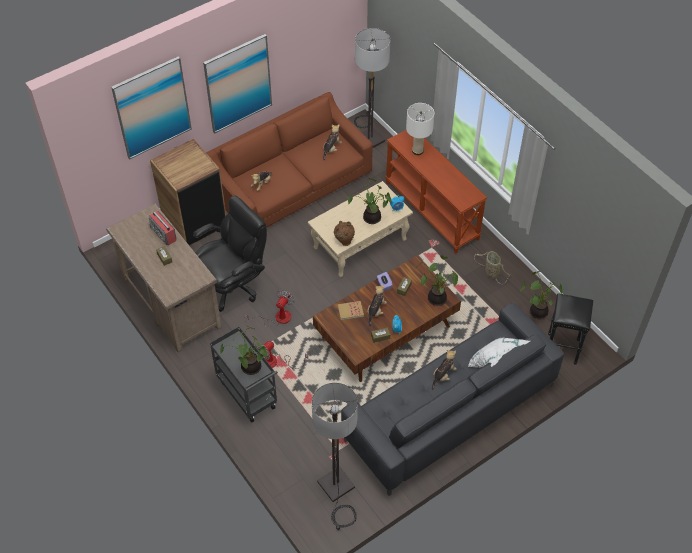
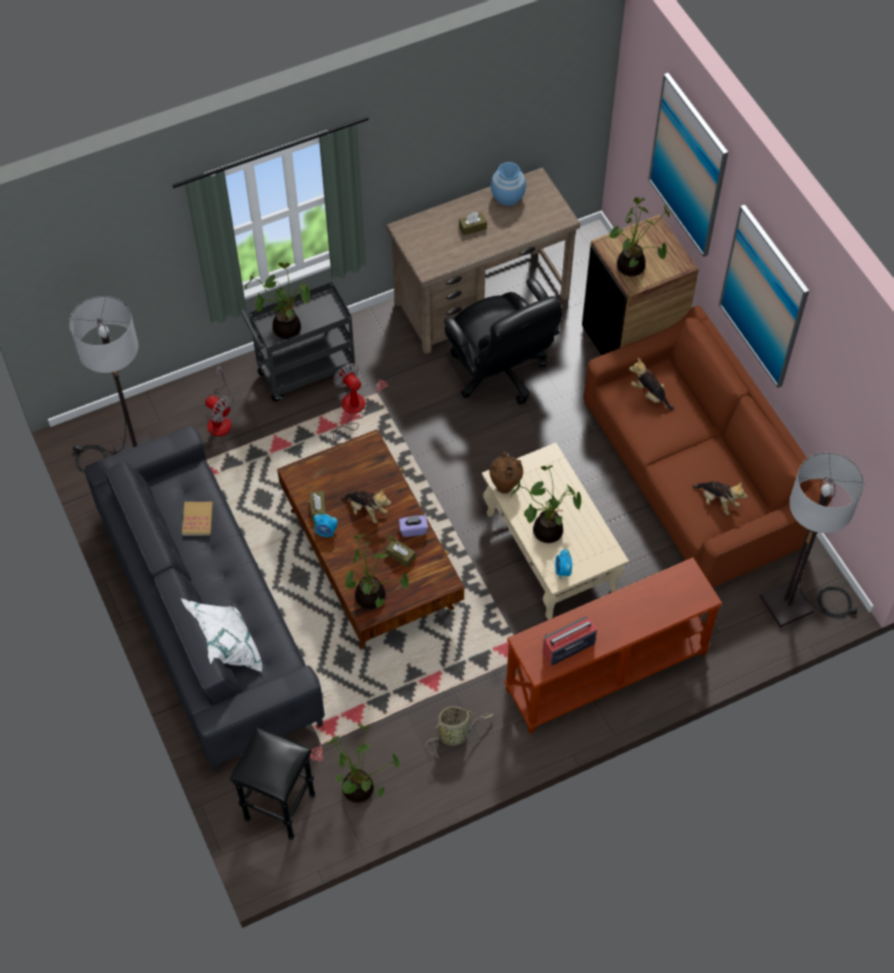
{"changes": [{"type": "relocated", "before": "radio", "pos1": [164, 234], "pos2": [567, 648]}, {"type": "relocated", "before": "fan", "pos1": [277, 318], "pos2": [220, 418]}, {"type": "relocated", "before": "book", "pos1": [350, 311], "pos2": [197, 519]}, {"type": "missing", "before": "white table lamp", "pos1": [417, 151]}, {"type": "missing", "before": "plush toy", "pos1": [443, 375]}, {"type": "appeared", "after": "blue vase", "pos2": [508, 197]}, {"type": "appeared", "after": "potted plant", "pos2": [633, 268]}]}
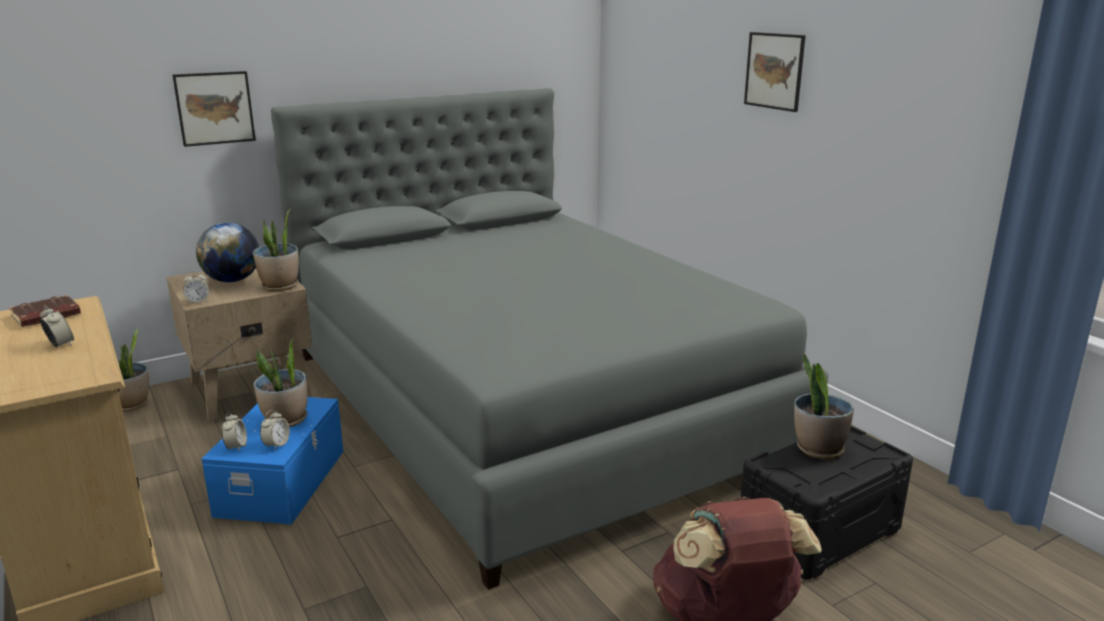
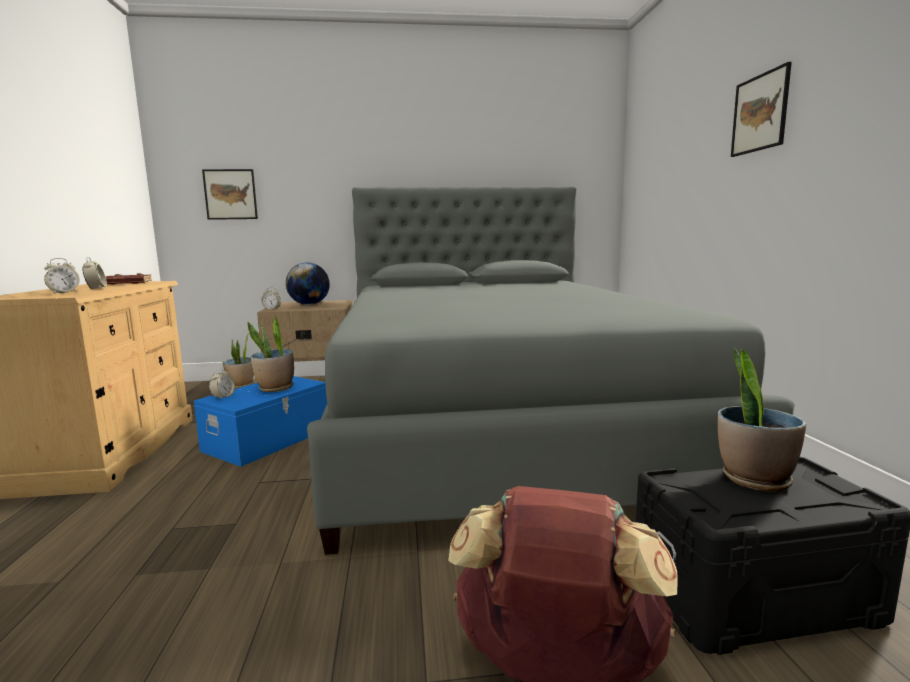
{"changes": [{"type": "relocated", "before": "picture", "pos1": [215, 108], "pos2": [230, 194]}, {"type": "missing", "before": "potted plant", "pos1": [280, 286]}, {"type": "relocated", "before": "alarm clock", "pos1": [276, 444], "pos2": [64, 293]}]}
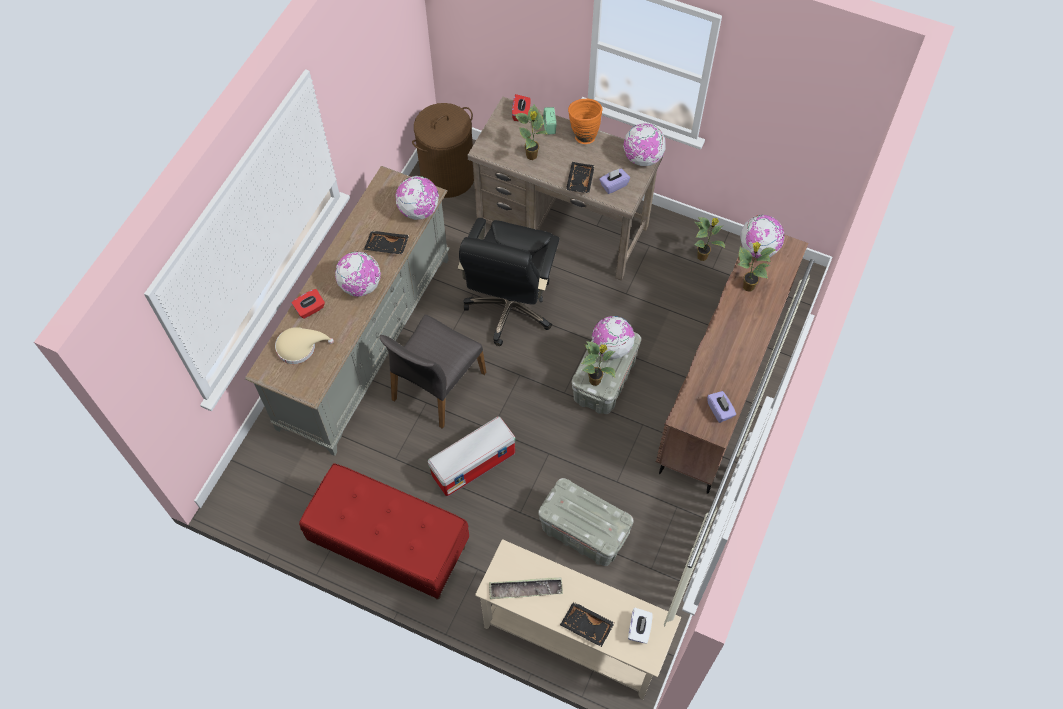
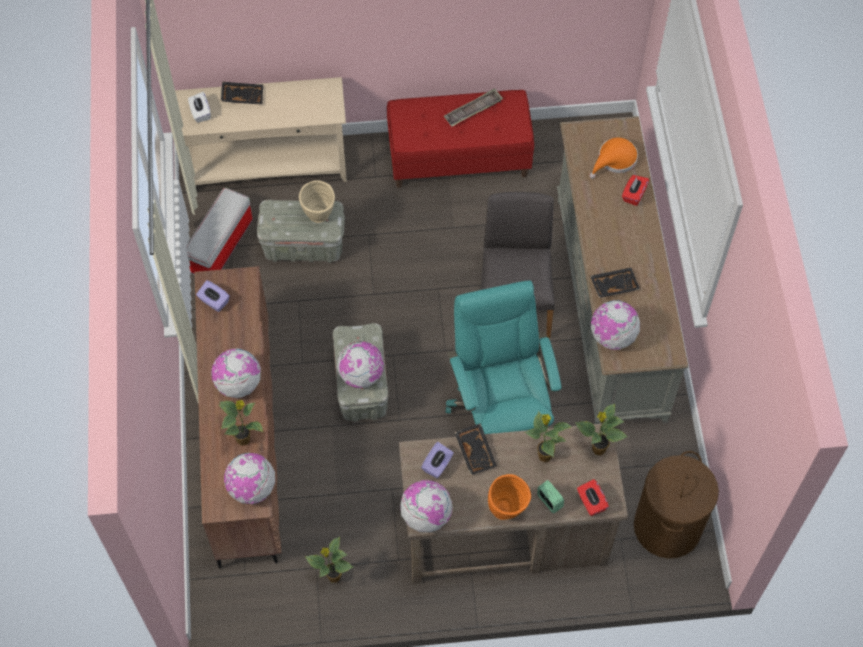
{"changes": [{"type": "colour", "before": "beige hat", "after": "orange hat", "pos1": [300, 347], "pos2": [615, 160]}, {"type": "relocated", "before": "globe", "pos1": [361, 286], "pos2": [238, 384]}, {"type": "relocated", "before": "storage box", "pos1": [474, 463], "pos2": [221, 246]}, {"type": "colour", "before": "black office chair", "after": "turquoise office chair", "pos1": [511, 305], "pos2": [500, 415]}, {"type": "relocated", "before": "tray", "pos1": [525, 589], "pos2": [473, 110]}, {"type": "relocated", "before": "potted plant", "pos1": [596, 380], "pos2": [597, 449]}, {"type": "appeared", "after": "beige vase", "pos2": [319, 218]}]}
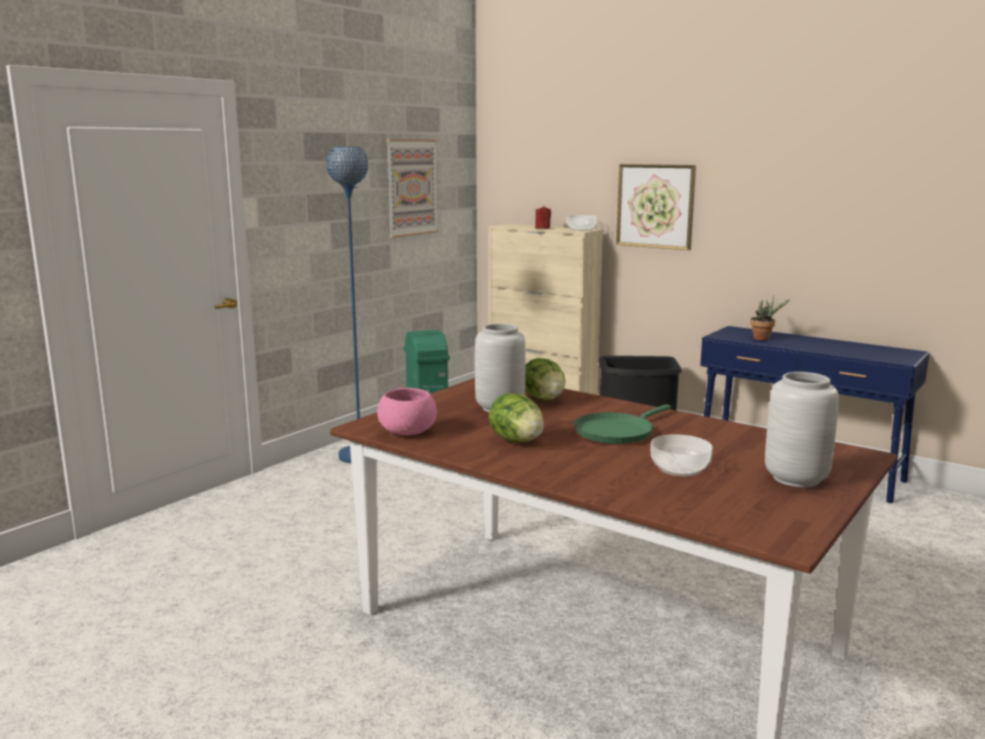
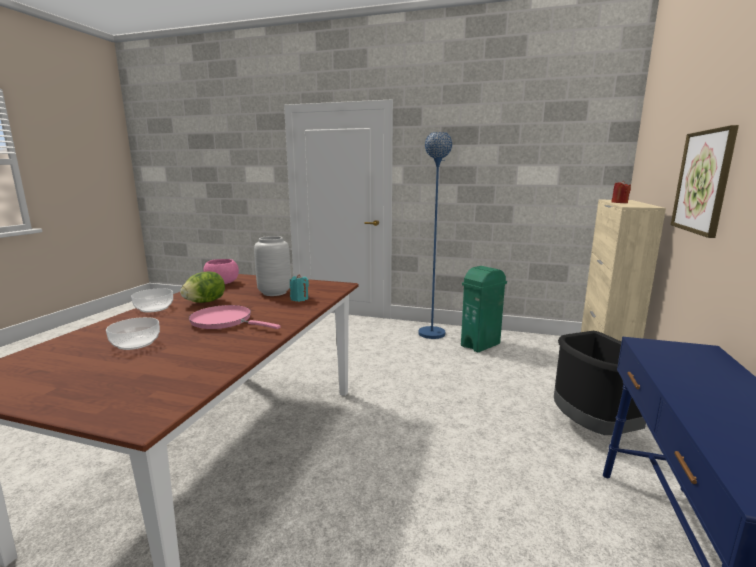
{"changes": [{"type": "missing", "before": "picture", "pos1": [411, 187]}, {"type": "exchanged", "before": "lettuce", "after": "turquoise candle", "pos1": [543, 399], "pos2": [299, 299]}, {"type": "relocated", "before": "bowl", "pos1": [581, 229], "pos2": [155, 308]}, {"type": "colour", "before": "green frying pan", "after": "pink frying pan", "pos1": [617, 431], "pos2": [225, 321]}, {"type": "missing", "before": "potted plant", "pos1": [763, 339]}, {"type": "missing", "before": "grey vase", "pos1": [796, 478]}]}
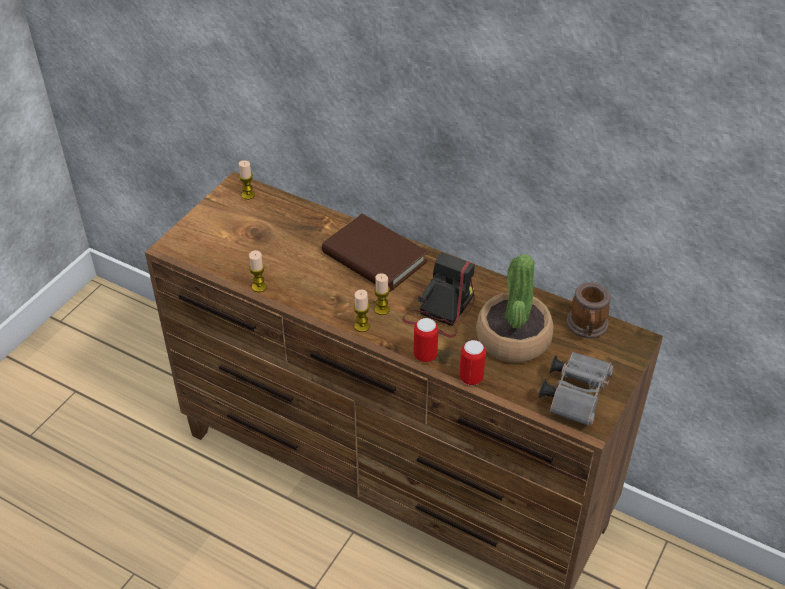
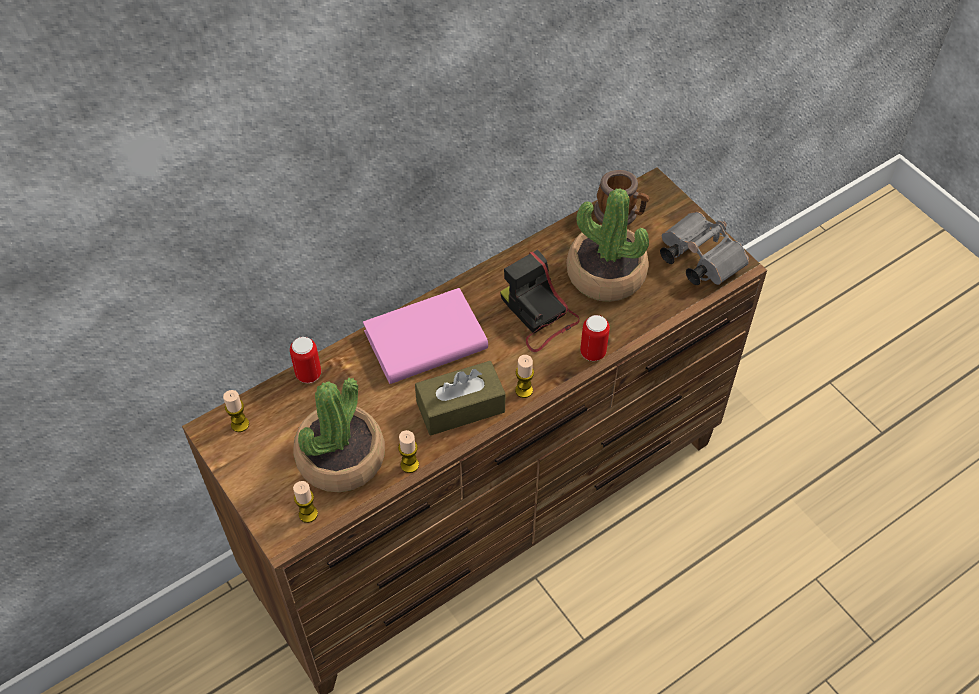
{"changes": [{"type": "colour", "before": "brown book", "after": "pink book", "pos1": [374, 257], "pos2": [425, 341]}, {"type": "relocated", "before": "candle", "pos1": [382, 309], "pos2": [308, 514]}, {"type": "relocated", "before": "can", "pos1": [471, 378], "pos2": [308, 374]}, {"type": "appeared", "after": "potted plant", "pos2": [341, 457]}, {"type": "appeared", "after": "brown tissue box", "pos2": [460, 407]}]}
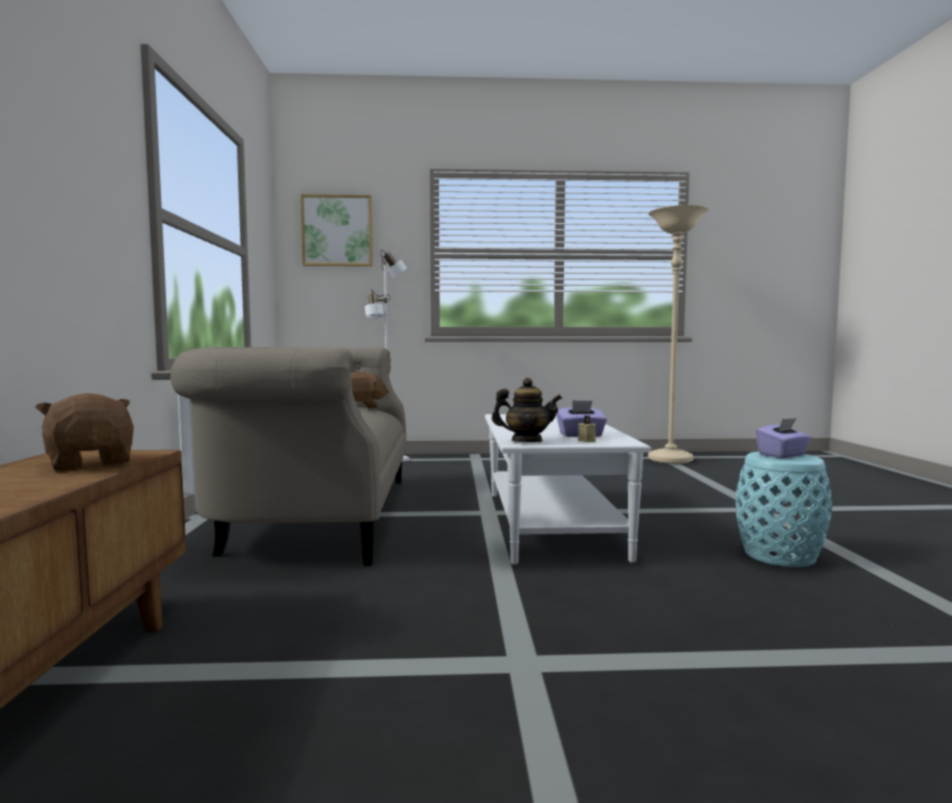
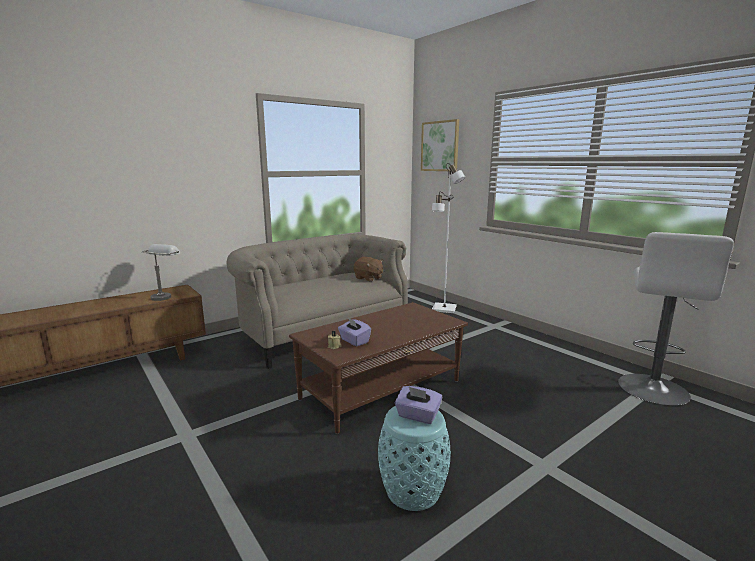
{"changes": [{"type": "exchanged", "before": "brown plush toy", "after": "grey table lamp", "pos1": [91, 463], "pos2": [165, 296]}, {"type": "colour", "before": "white coffee table", "after": "brown coffee table", "pos1": [550, 523], "pos2": [382, 389]}, {"type": "missing", "before": "teapot", "pos1": [526, 441]}, {"type": "exchanged", "before": "beige floor lamp", "after": "white stool", "pos1": [670, 460], "pos2": [652, 389]}]}
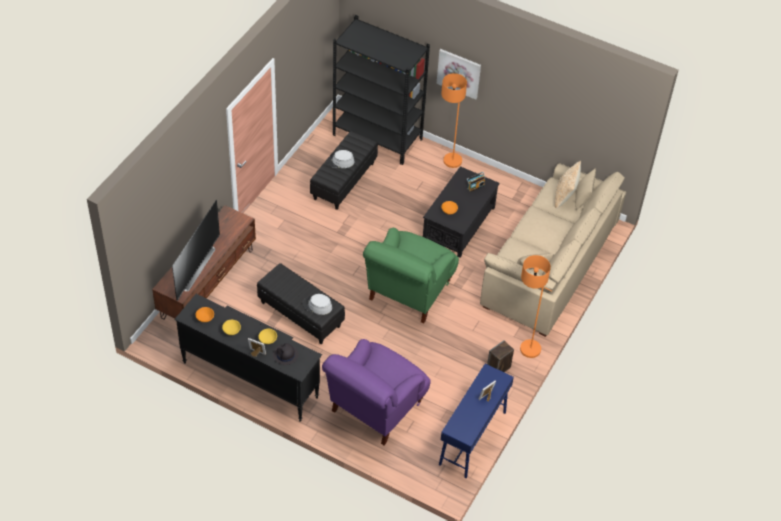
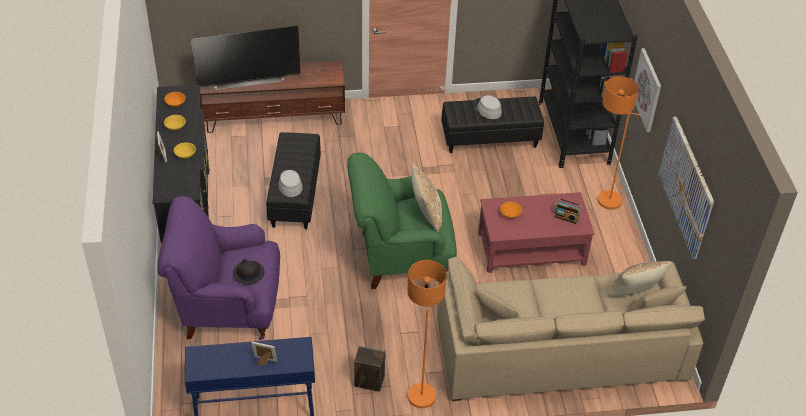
{"changes": [{"type": "relocated", "before": "black hat", "pos1": [285, 355], "pos2": [248, 273]}, {"type": "colour", "before": "black coffee table", "after": "red coffee table", "pos1": [458, 224], "pos2": [531, 248]}, {"type": "appeared", "after": "beige pillow", "pos2": [425, 214]}, {"type": "appeared", "after": "picture", "pos2": [686, 186]}]}
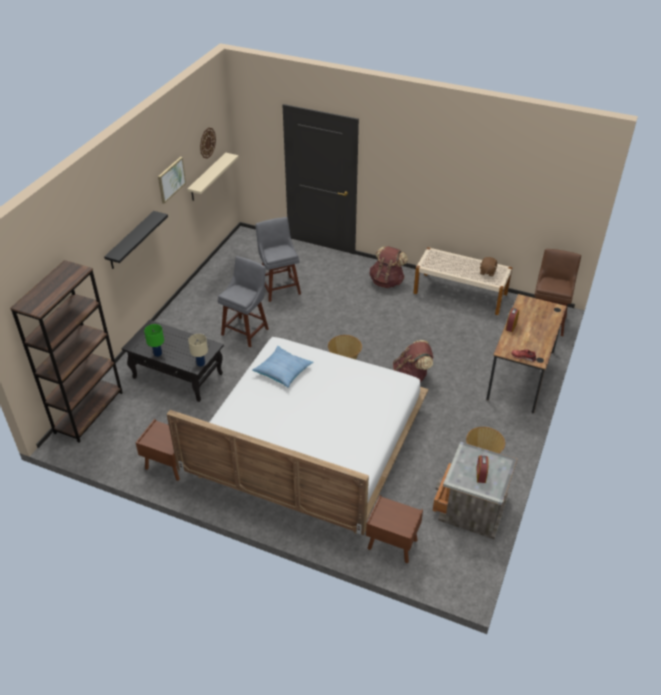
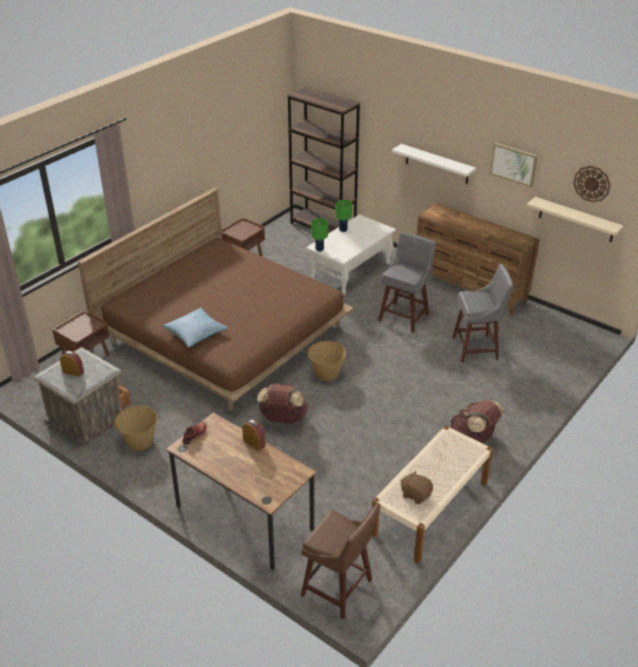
{"changes": [{"type": "colour", "before": "black shelf", "after": "white shelf", "pos1": [131, 241], "pos2": [437, 164]}, {"type": "colour", "before": "black coffee table", "after": "white coffee table", "pos1": [178, 376], "pos2": [350, 271]}, {"type": "colour", "before": "white bed", "after": "brown bed", "pos1": [310, 443], "pos2": [226, 333]}, {"type": "colour", "before": "beige table lamp", "after": "green table lamp", "pos1": [201, 363], "pos2": [320, 250]}, {"type": "spun", "before": "grey chair", "pos1": [246, 330], "pos2": [405, 316], "turn": -105}, {"type": "relocated", "before": "pillow", "pos1": [283, 371], "pos2": [195, 332]}, {"type": "appeared", "after": "brown dresser", "pos2": [469, 288]}]}
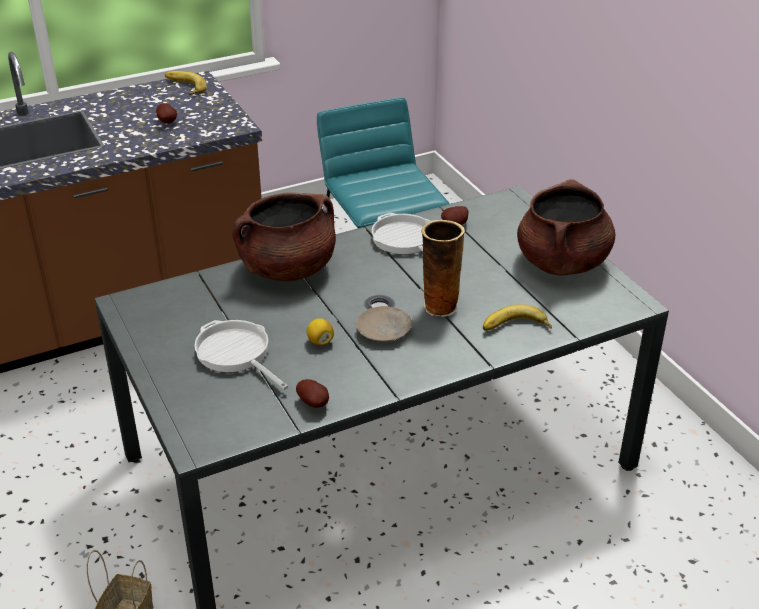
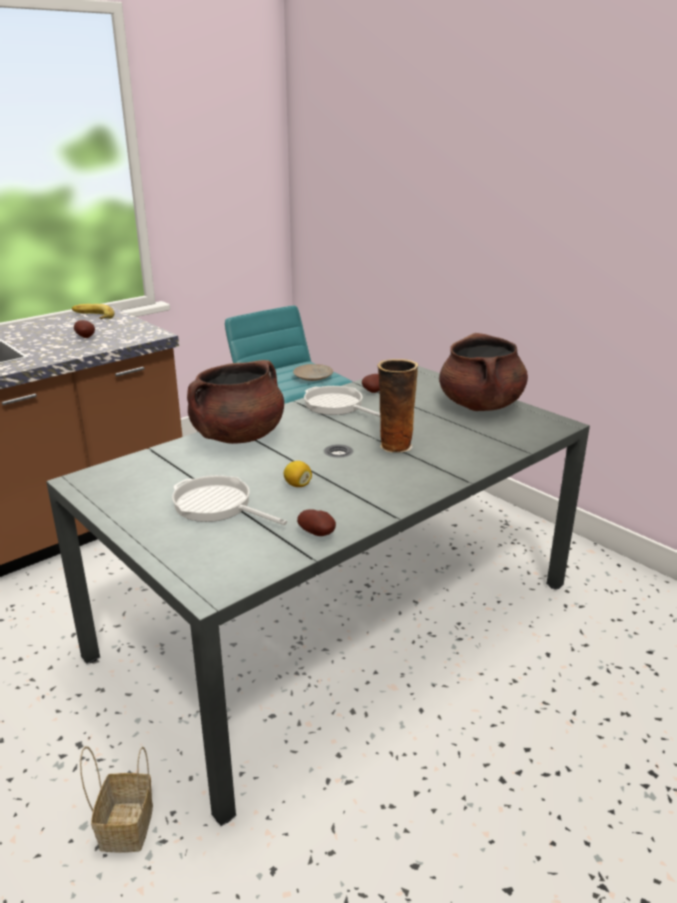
{"changes": [{"type": "relocated", "before": "beige plate", "pos1": [384, 330], "pos2": [313, 377]}, {"type": "missing", "before": "banana", "pos1": [516, 328]}]}
